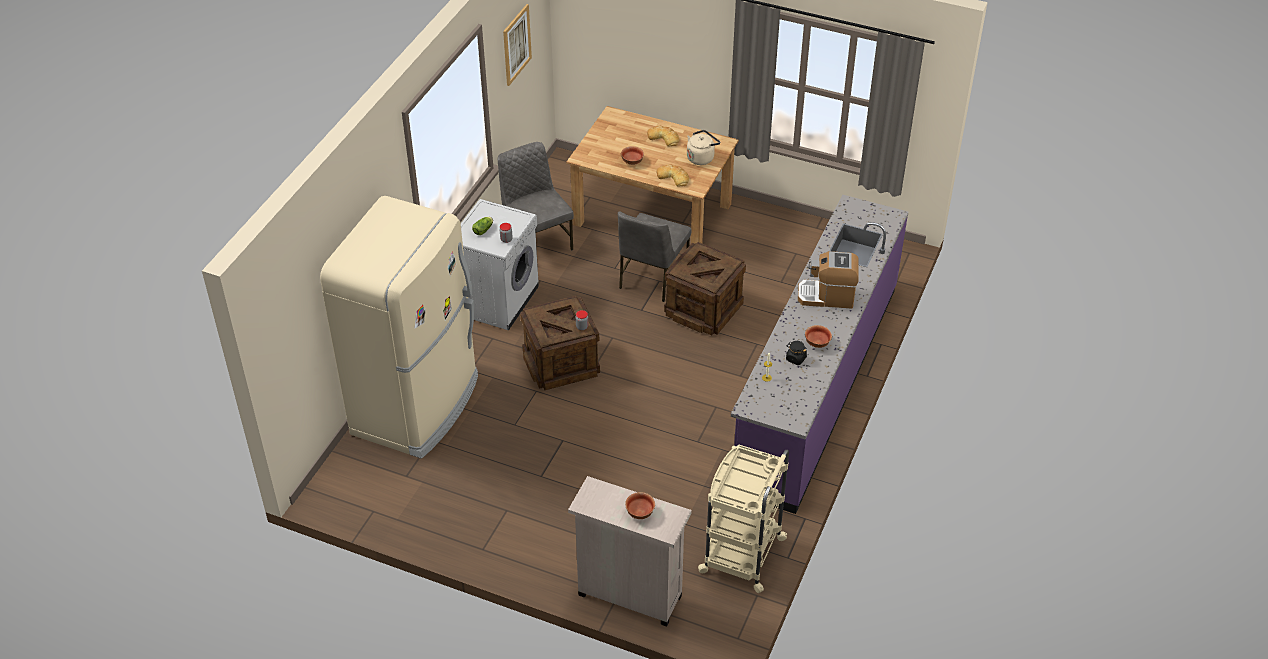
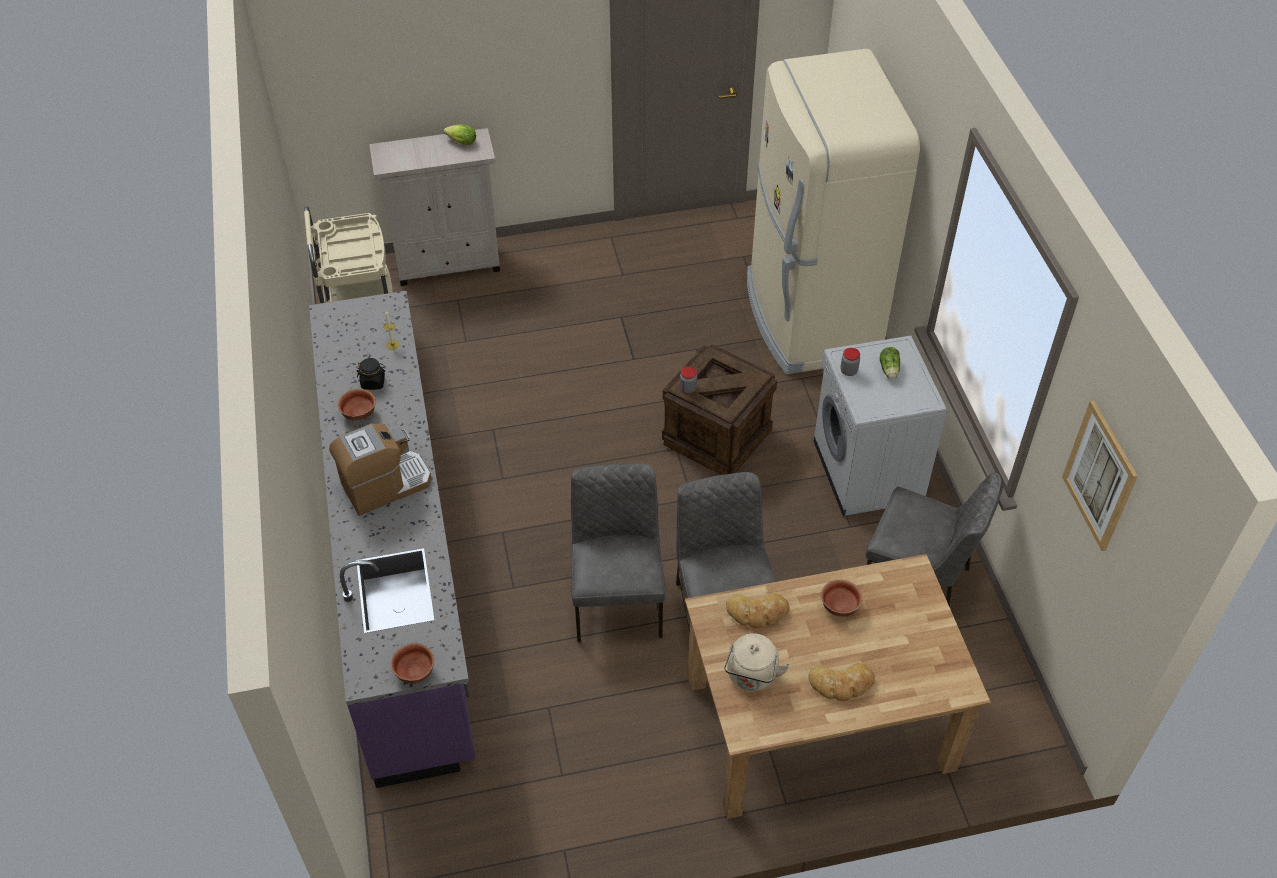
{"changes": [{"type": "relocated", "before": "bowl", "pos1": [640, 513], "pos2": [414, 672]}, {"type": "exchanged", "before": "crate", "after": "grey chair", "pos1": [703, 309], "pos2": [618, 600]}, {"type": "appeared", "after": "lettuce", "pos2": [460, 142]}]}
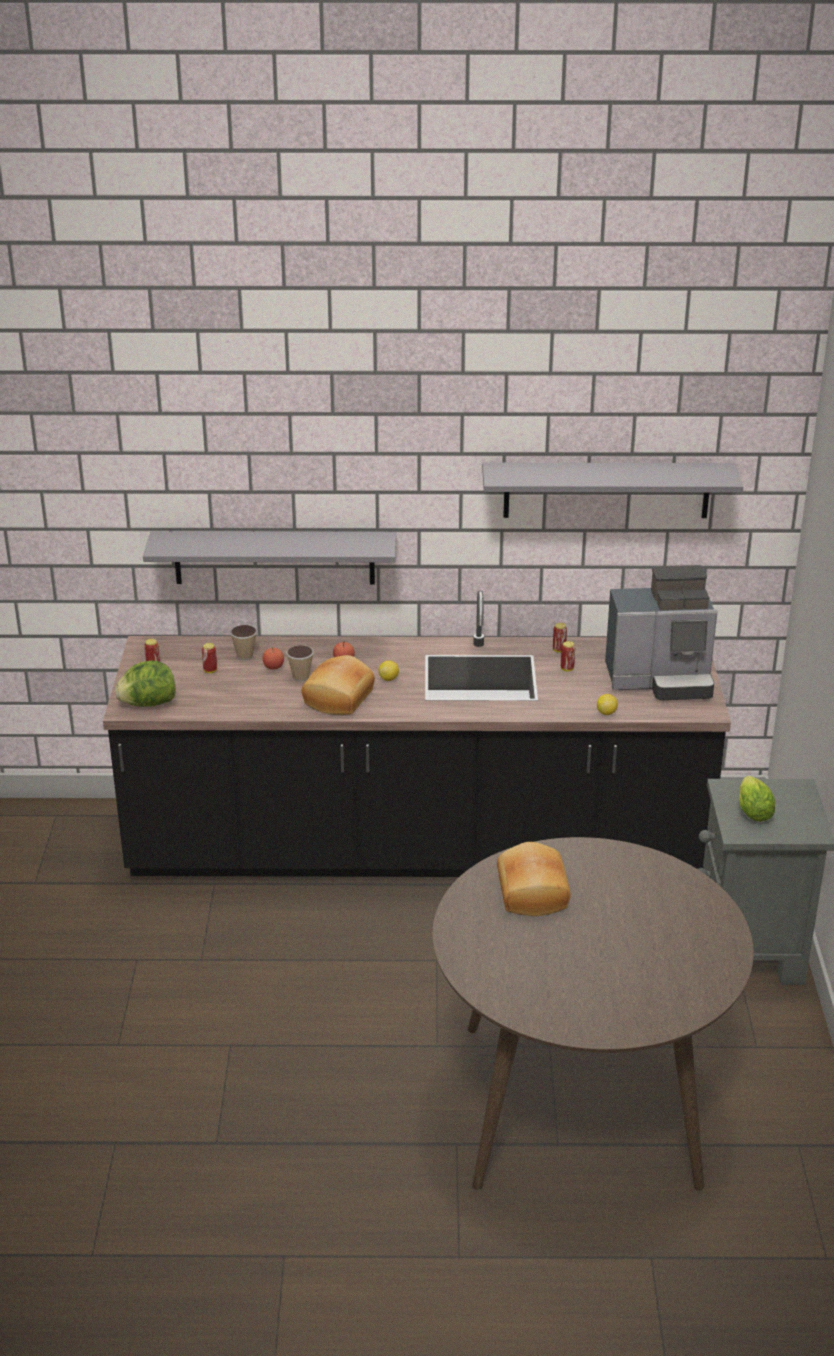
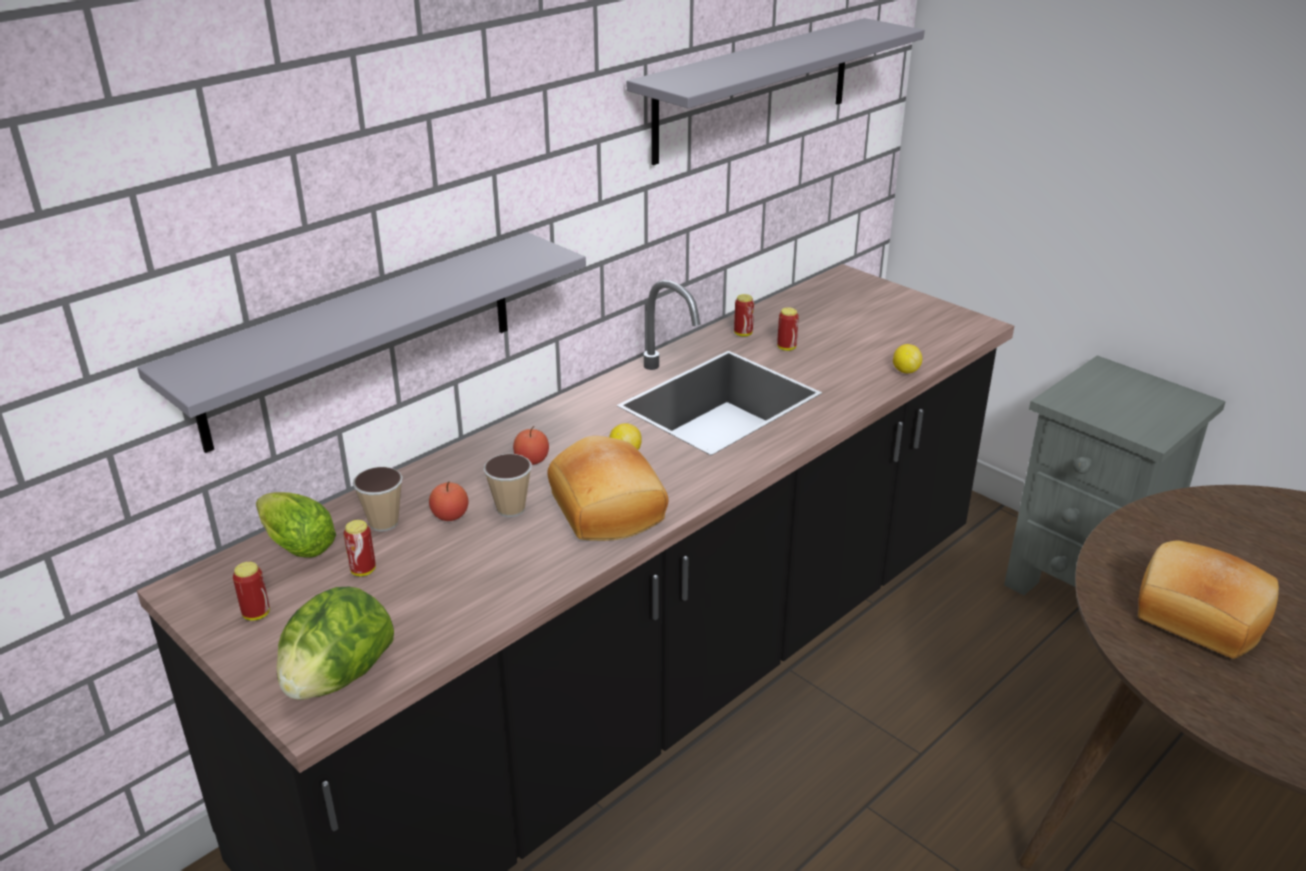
{"changes": [{"type": "missing", "before": "coffee machine", "pos1": [661, 680]}, {"type": "relocated", "before": "lettuce", "pos1": [752, 810], "pos2": [295, 544]}]}
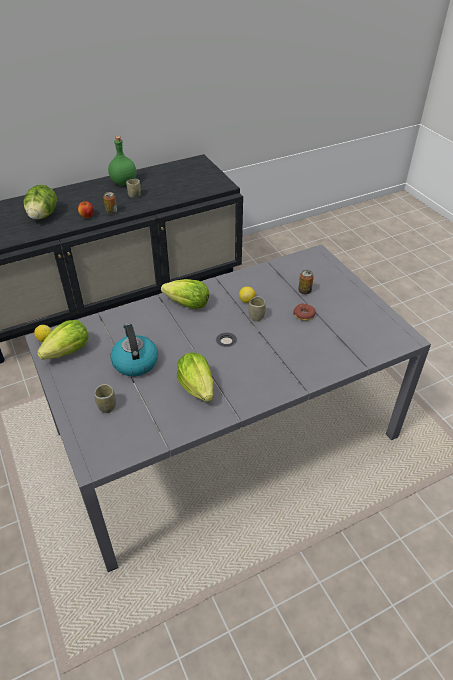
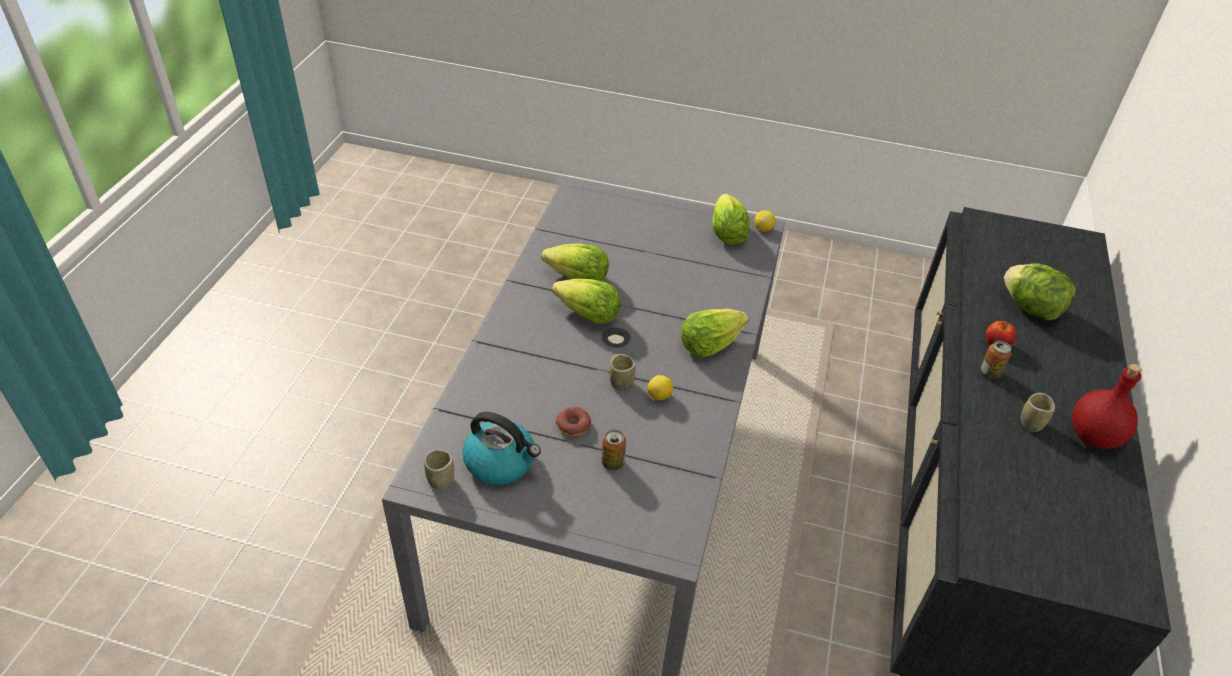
{"changes": [{"type": "relocated", "before": "cup", "pos1": [107, 406], "pos2": [441, 480]}, {"type": "colour", "before": "green bottle", "after": "red bottle", "pos1": [124, 183], "pos2": [1092, 436]}, {"type": "relocated", "before": "kettle", "pos1": [135, 362], "pos2": [501, 462]}, {"type": "appeared", "after": "lettuce", "pos2": [588, 315]}]}
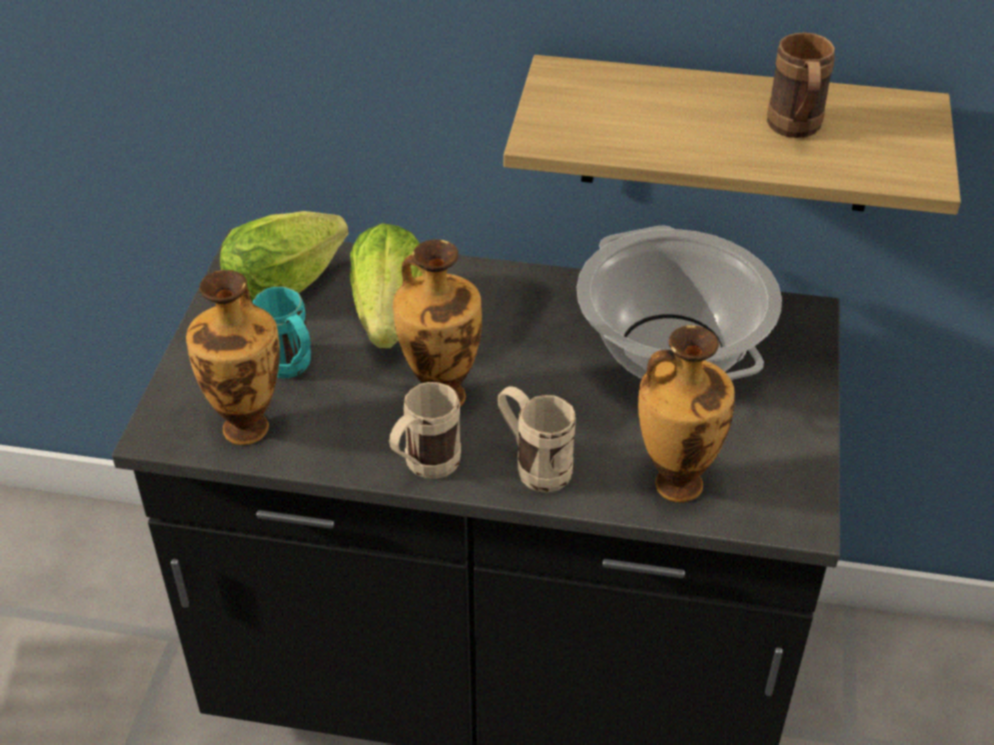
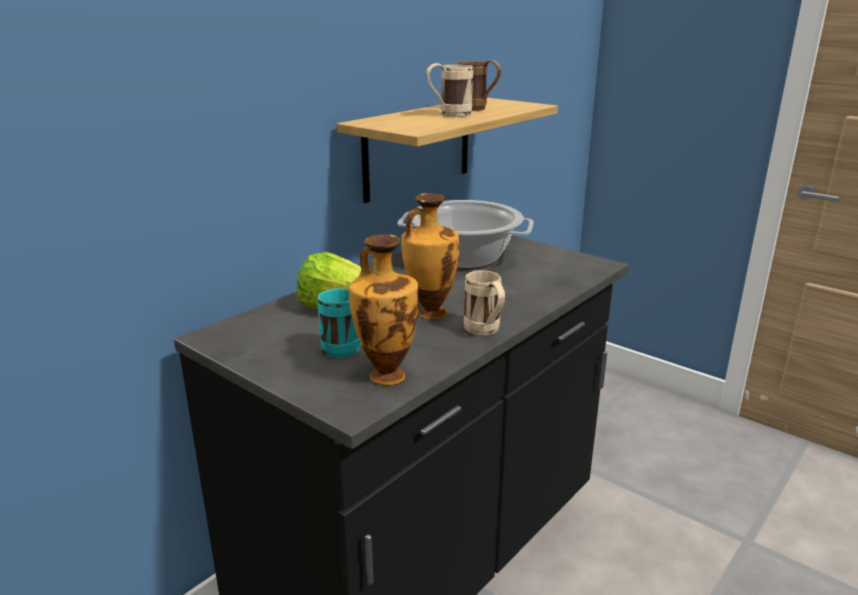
{"changes": [{"type": "missing", "before": "lettuce", "pos1": [283, 285]}, {"type": "relocated", "before": "beige mug", "pos1": [533, 465], "pos2": [449, 114]}, {"type": "missing", "before": "vase", "pos1": [674, 483]}]}
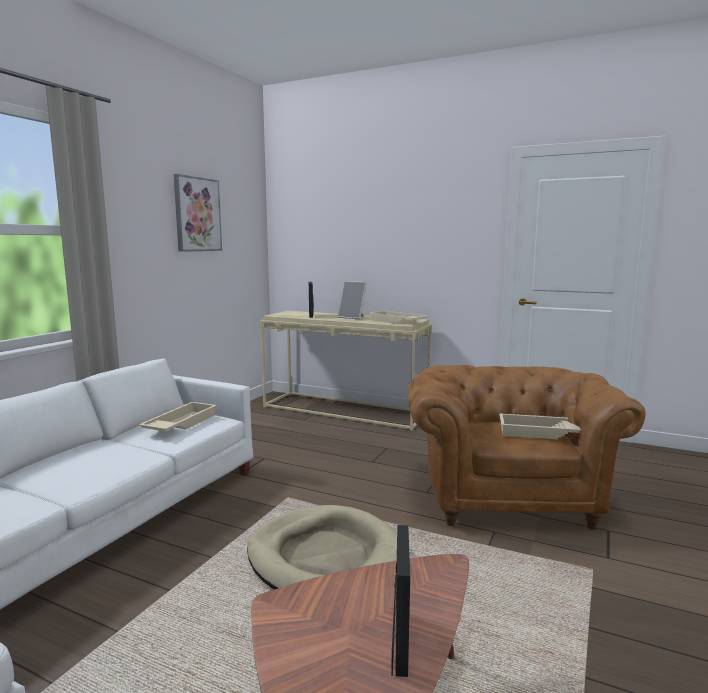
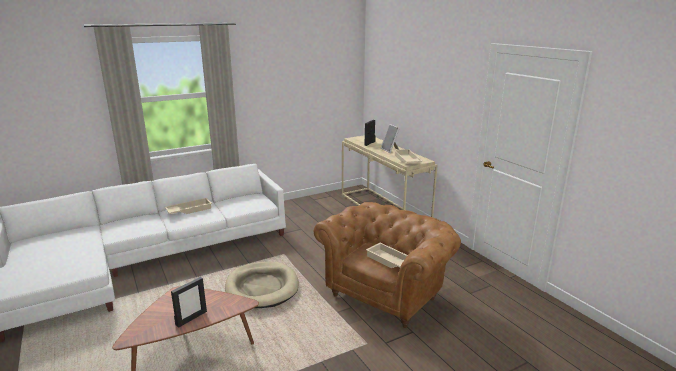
{"changes": [{"type": "relocated", "before": "beige tray", "pos1": [180, 424], "pos2": [189, 210]}, {"type": "missing", "before": "picture", "pos1": [197, 214]}]}
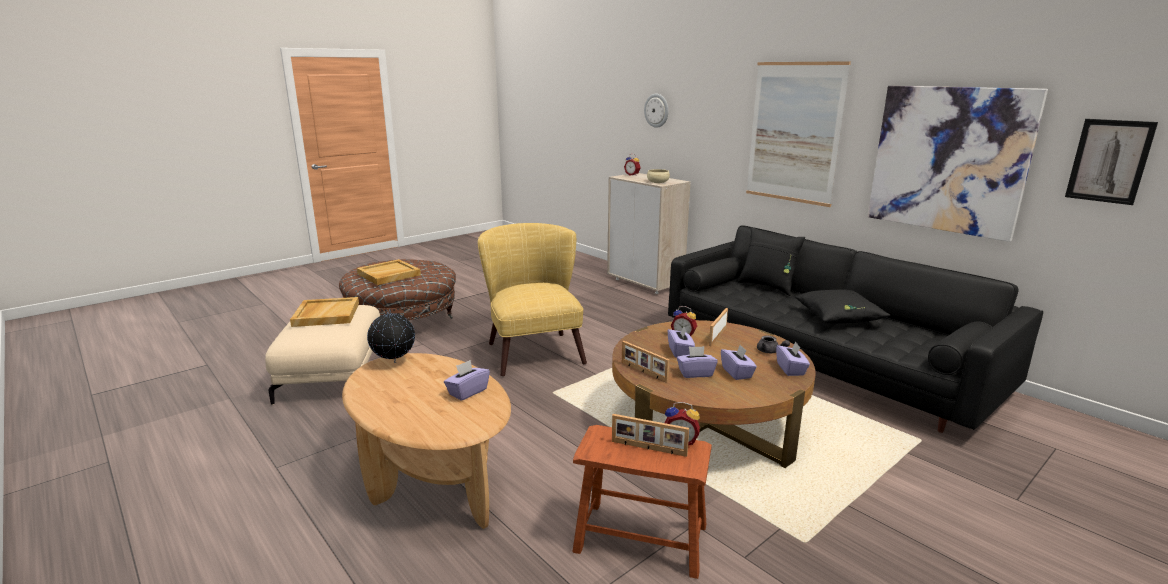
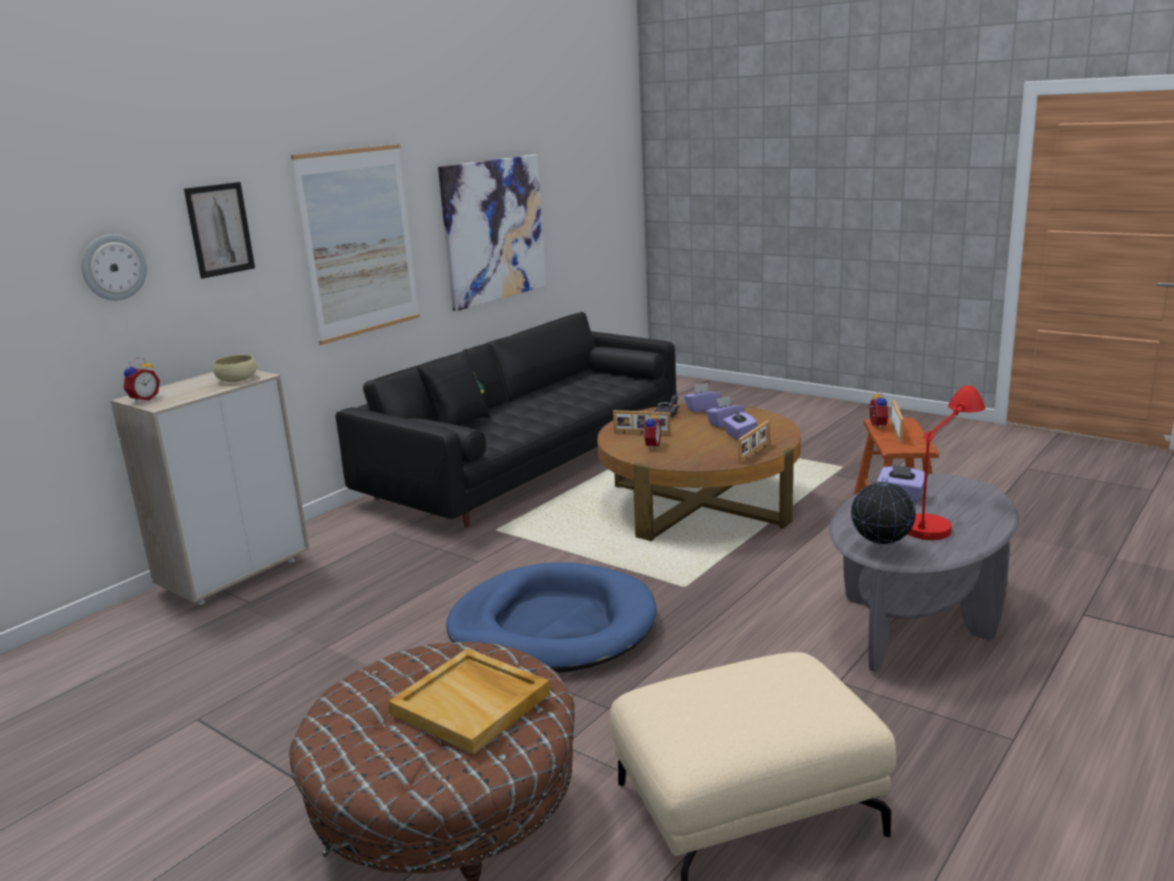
{"changes": [{"type": "missing", "before": "beige tray", "pos1": [326, 314]}, {"type": "colour", "before": "brown coffee table", "after": "grey coffee table", "pos1": [432, 478], "pos2": [917, 619]}, {"type": "exchanged", "before": "yellow armchair", "after": "blue dog bed", "pos1": [533, 349], "pos2": [552, 626]}, {"type": "missing", "before": "purple tissue box", "pos1": [680, 351]}, {"type": "missing", "before": "black pillow", "pos1": [838, 318]}, {"type": "relocated", "before": "picture", "pos1": [1109, 161], "pos2": [220, 229]}, {"type": "appeared", "after": "red table lamp", "pos2": [941, 515]}]}
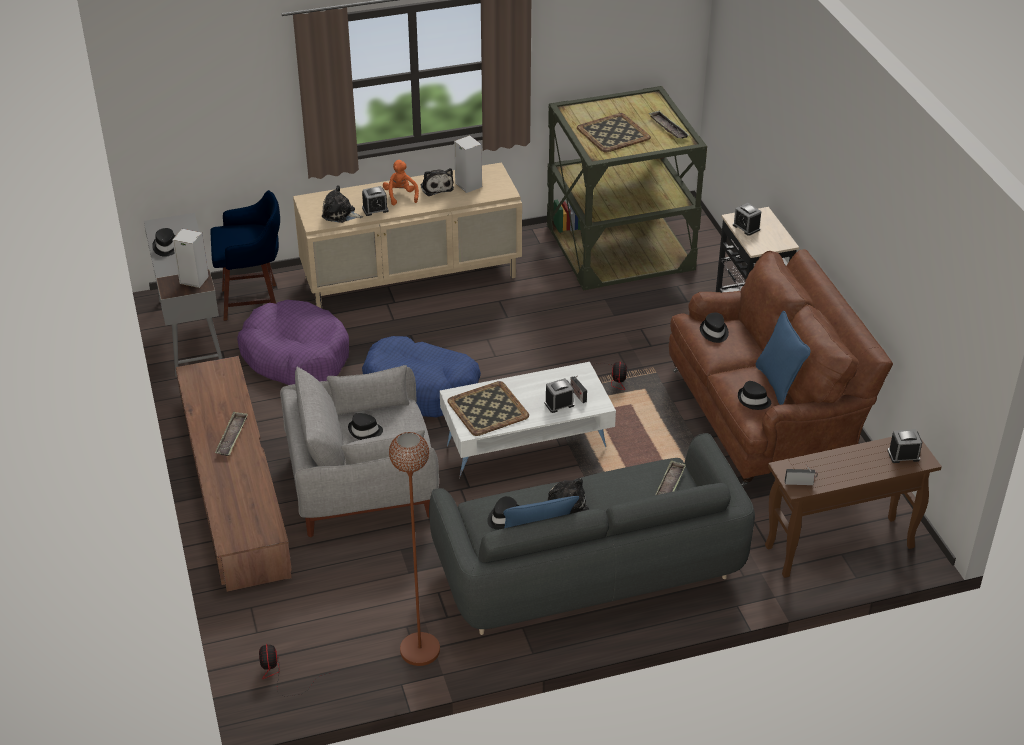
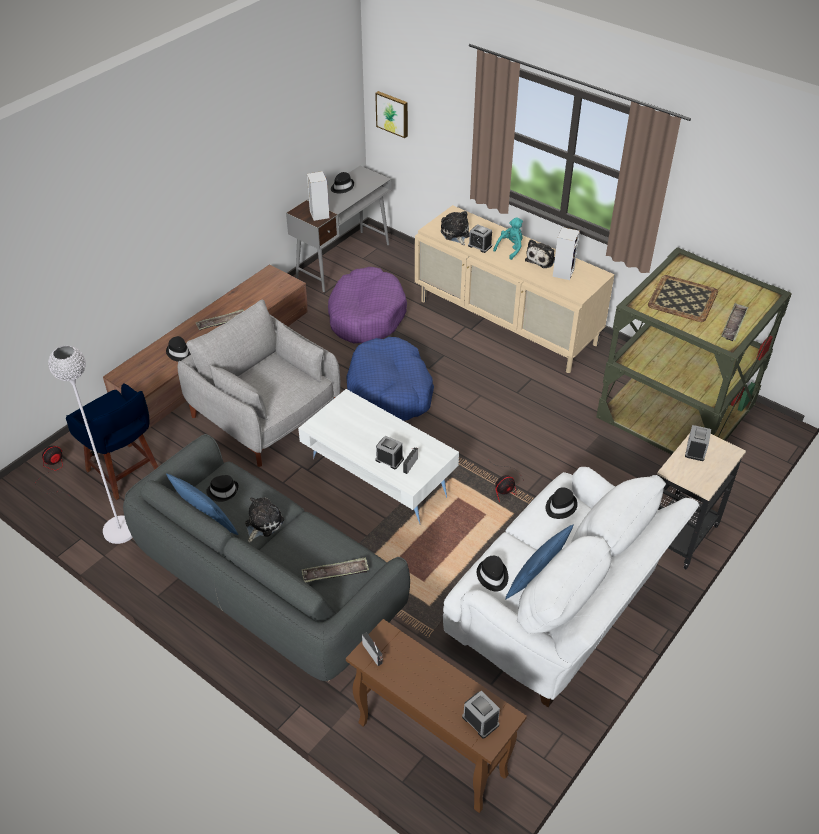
{"changes": [{"type": "relocated", "before": "blue stool", "pos1": [253, 302], "pos2": [125, 473]}, {"type": "relocated", "before": "black hat", "pos1": [365, 431], "pos2": [179, 353]}, {"type": "colour", "before": "orange plush toy", "after": "turquoise plush toy", "pos1": [400, 196], "pos2": [510, 249]}, {"type": "colour", "before": "brown floor lamp", "after": "white floor lamp", "pos1": [419, 650], "pos2": [120, 530]}, {"type": "missing", "before": "tray", "pos1": [487, 409]}, {"type": "colour", "before": "brown sofa", "after": "white sofa", "pos1": [766, 414], "pos2": [560, 611]}, {"type": "appeared", "after": "picture", "pos2": [393, 113]}]}
